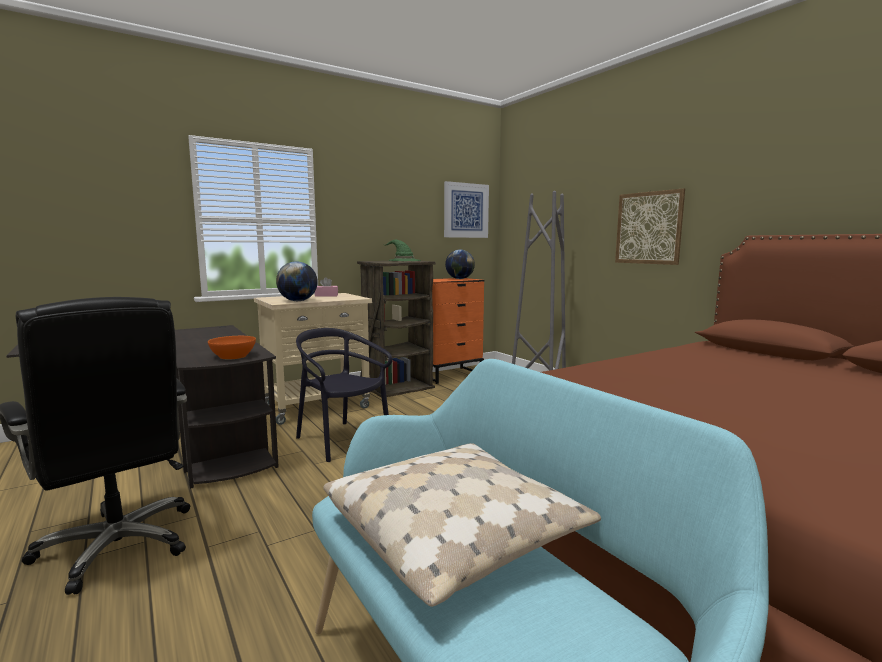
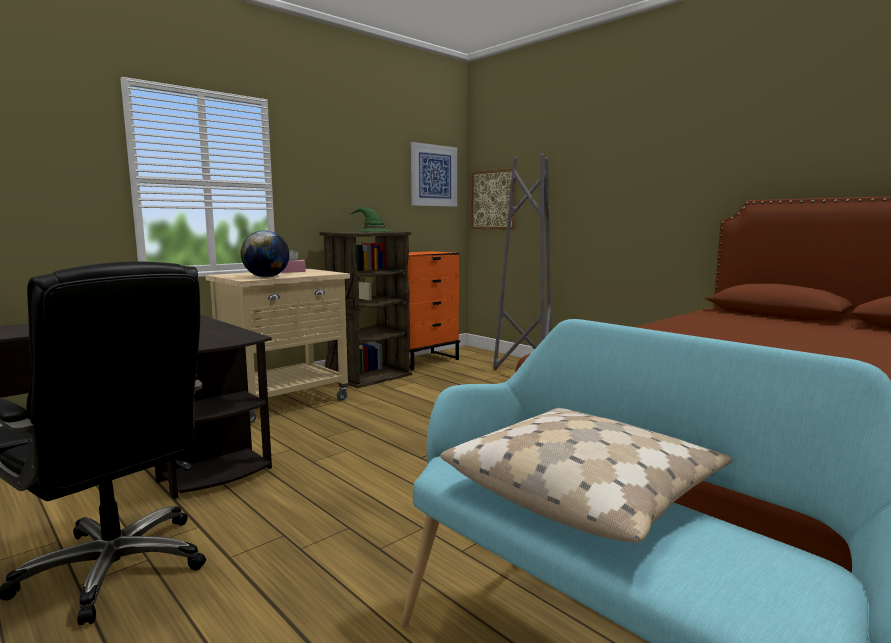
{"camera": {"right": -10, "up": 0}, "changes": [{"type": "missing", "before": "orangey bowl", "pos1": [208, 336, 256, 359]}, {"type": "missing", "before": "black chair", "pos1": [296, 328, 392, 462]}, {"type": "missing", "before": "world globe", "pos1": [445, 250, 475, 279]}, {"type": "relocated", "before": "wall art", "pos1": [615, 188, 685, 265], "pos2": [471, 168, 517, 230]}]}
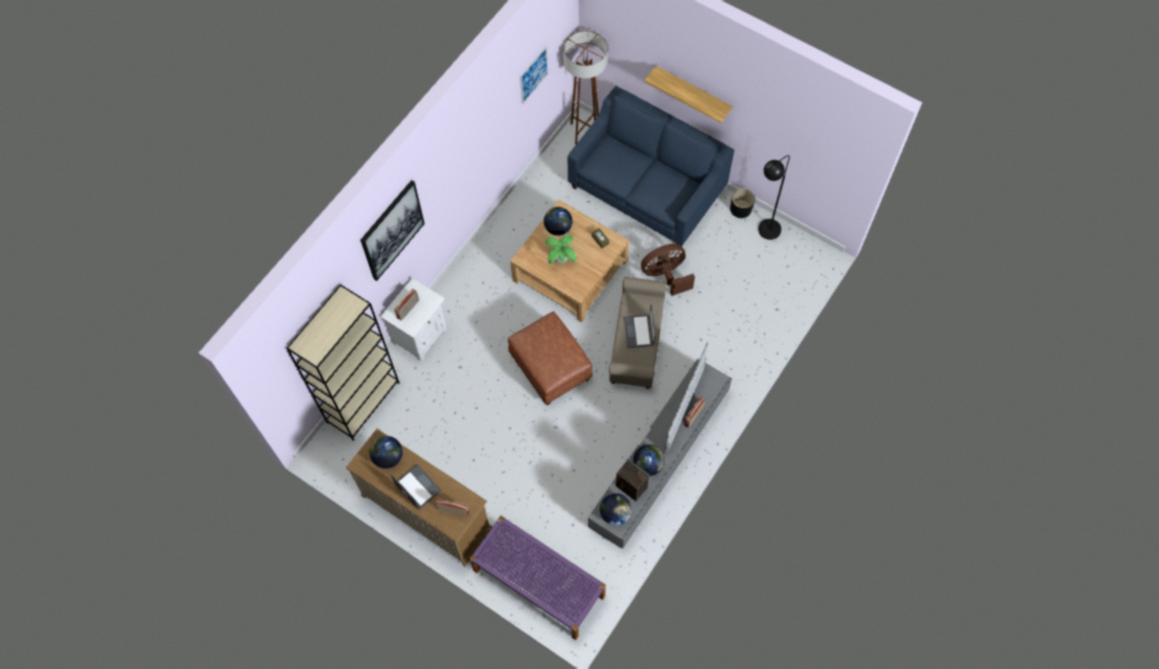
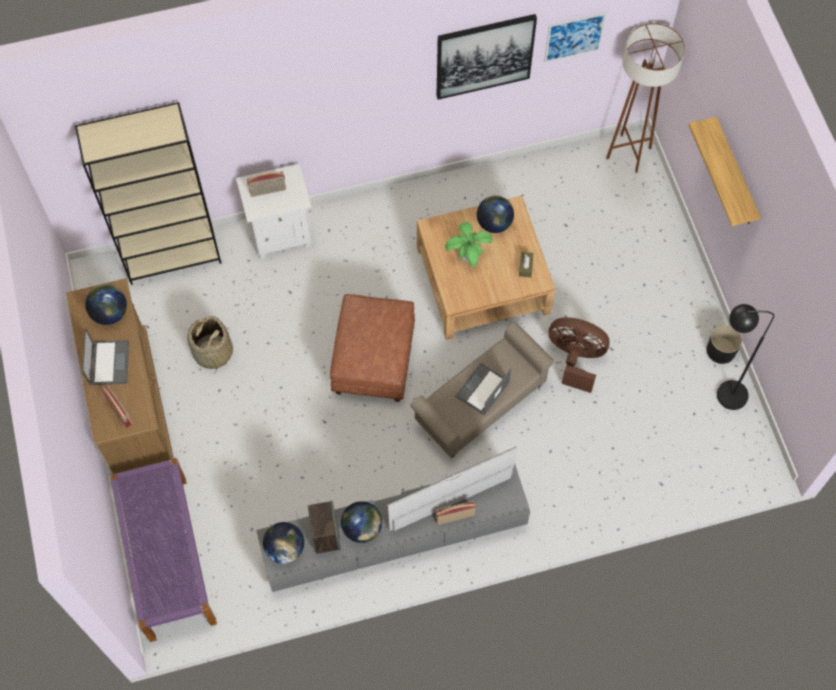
{"camera": {"right": 40, "up": 0}, "changes": [{"type": "missing", "before": "bluish settee", "pos1": [568, 86, 734, 246]}, {"type": "appeared", "after": "basket", "pos2": [187, 316, 233, 372]}, {"type": "relocated", "before": "wall art", "pos1": [360, 180, 425, 281], "pos2": [437, 14, 537, 100]}]}
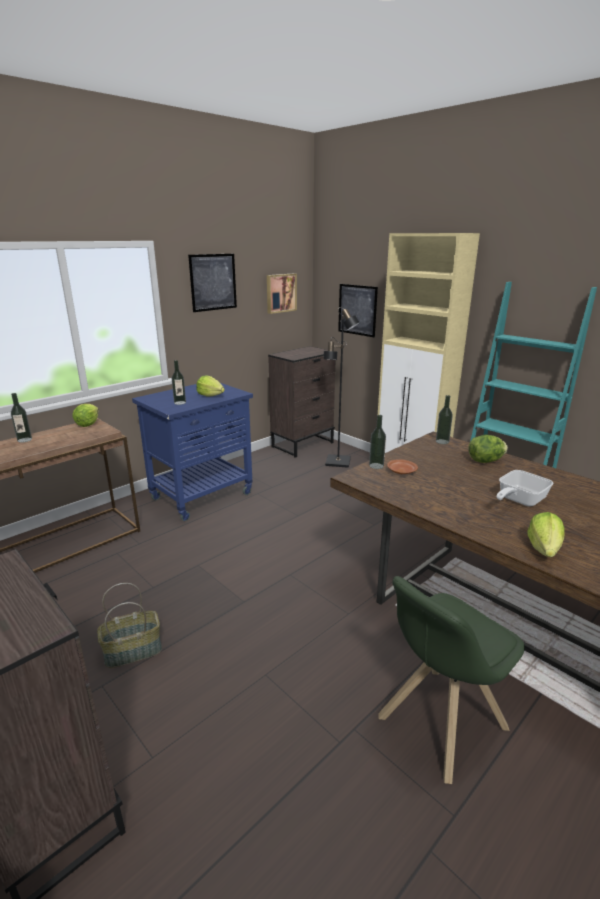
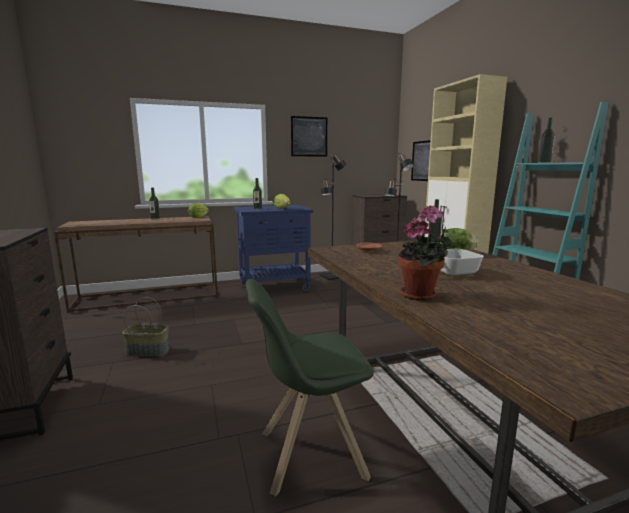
{"camera": {"right": 25, "up": -10}, "changes": [{"type": "missing", "before": "wall art", "pos1": [267, 273, 297, 314]}, {"type": "appeared", "after": "black standard lamp", "pos2": [320, 154, 346, 280]}, {"type": "relocated", "before": "bottle", "pos1": [369, 415, 386, 469], "pos2": [538, 117, 555, 163]}, {"type": "exchanged", "before": "lettuce", "after": "potted plant", "pos1": [527, 512, 565, 557], "pos2": [398, 205, 454, 301]}]}
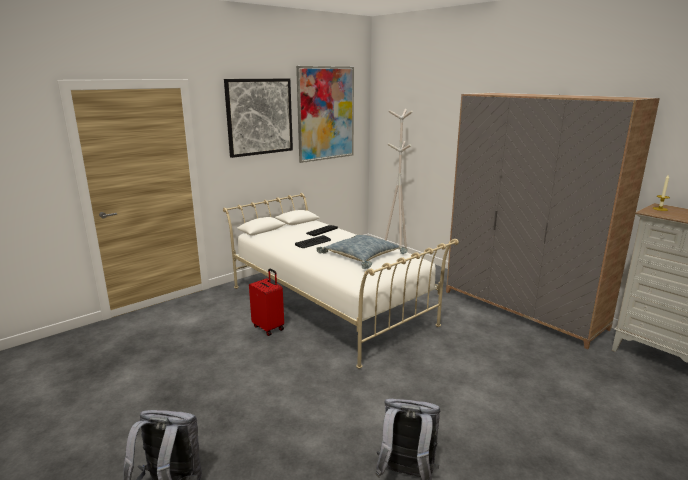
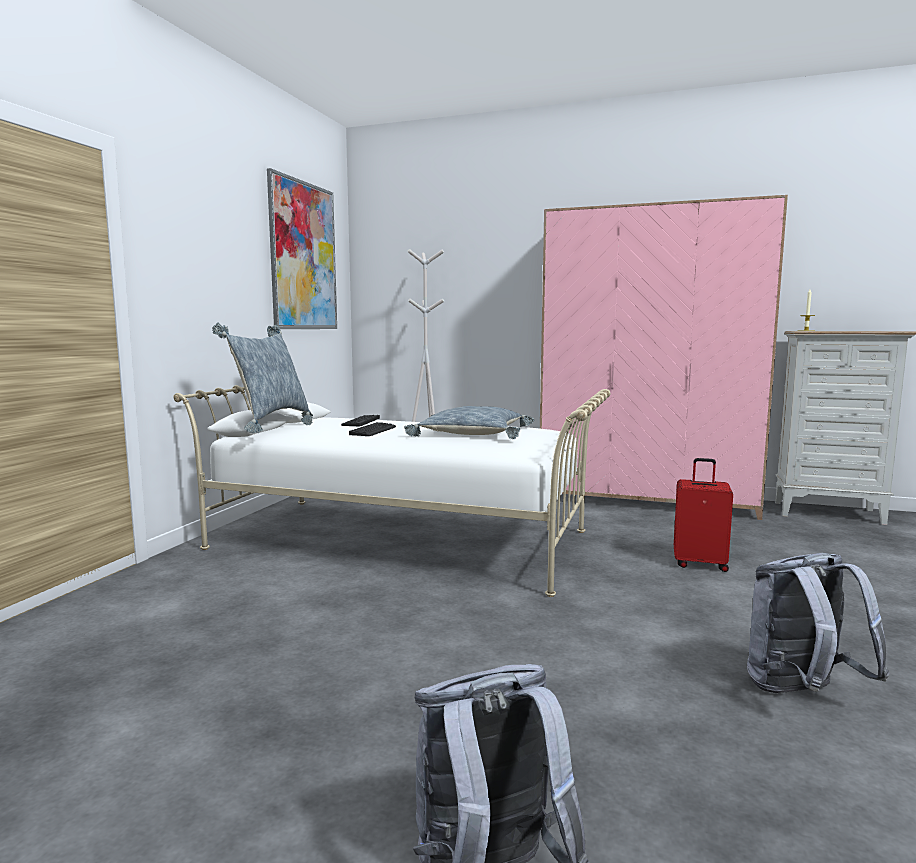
{"camera": {"right": -30, "up": -10}, "changes": [{"type": "missing", "before": "wall art", "pos1": [224, 79, 293, 158]}, {"type": "appeared", "after": "pillow", "pos2": [212, 323, 313, 433]}, {"type": "relocated", "before": "red piece of luggage", "pos1": [249, 269, 284, 336], "pos2": [674, 458, 733, 572]}, {"type": "colour", "before": "greyish clothes cupboard", "after": "pink-coloured clothes cupboard", "pos1": [446, 93, 660, 350], "pos2": [540, 195, 788, 520]}]}
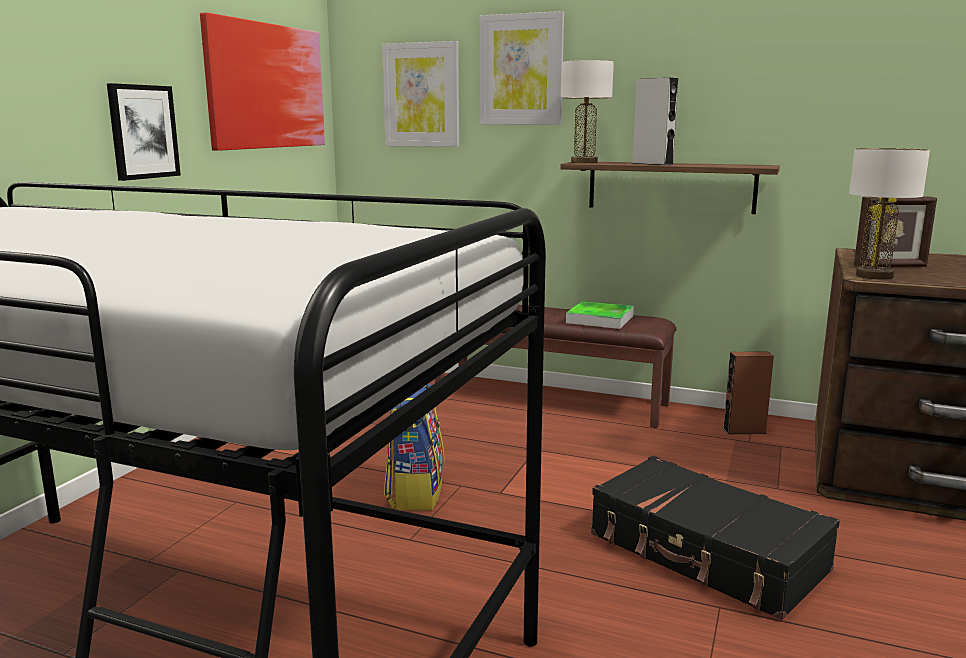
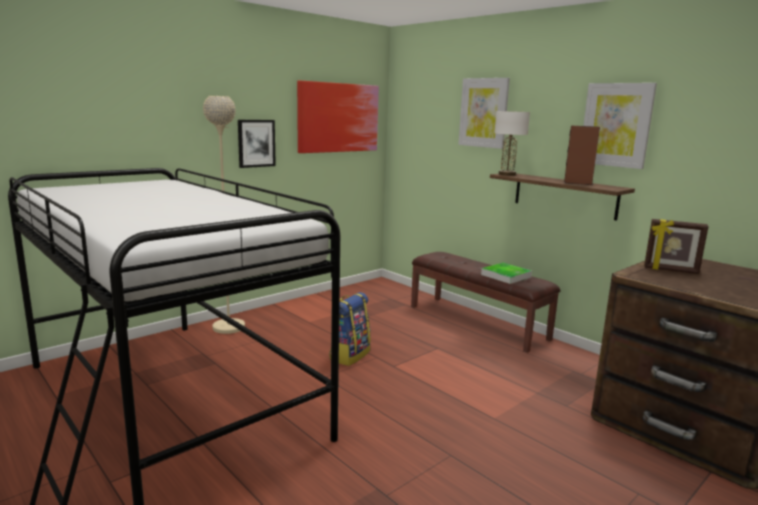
{"camera": {"right": 25, "up": 0}, "changes": [{"type": "missing", "before": "black piece of luggage", "pos1": [591, 456, 840, 620]}, {"type": "missing", "before": "greyish loudspeaker", "pos1": [632, 78, 678, 165]}, {"type": "missing", "before": "table lamp", "pos1": [849, 148, 930, 280]}, {"type": "appeared", "after": "beige standard lamp", "pos2": [203, 96, 245, 334]}, {"type": "relocated", "before": "wall art", "pos1": [382, 41, 459, 147], "pos2": [583, 83, 657, 169]}, {"type": "relocated", "before": "brown-coloured loudspeaker", "pos1": [723, 351, 774, 434], "pos2": [564, 126, 600, 185]}]}
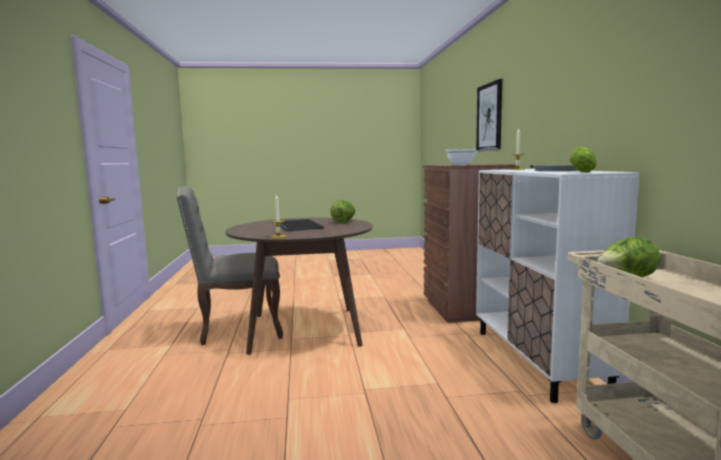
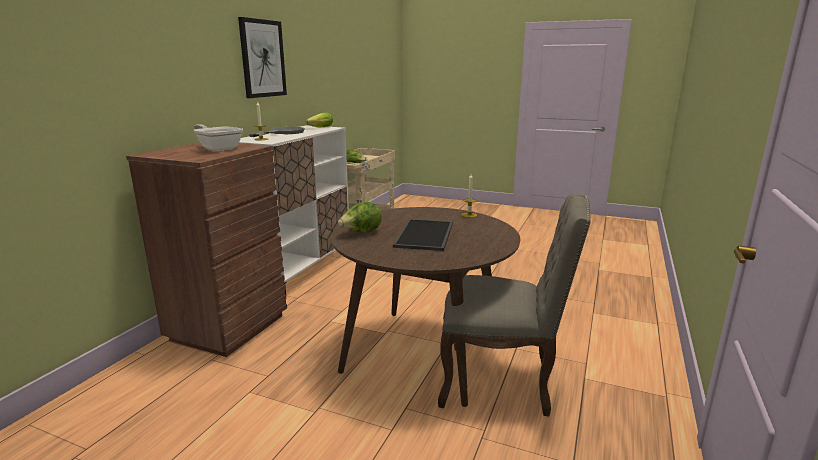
{"camera": {"right": -150, "up": 10}, "changes": [{"type": "relocated", "before": "wall art", "pos1": [476, 79, 502, 151], "pos2": [238, 17, 287, 98]}]}
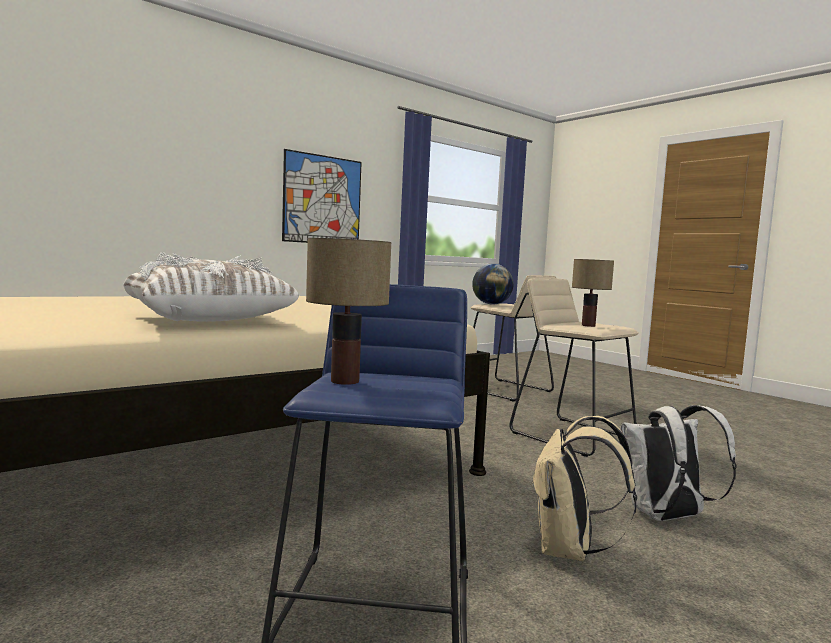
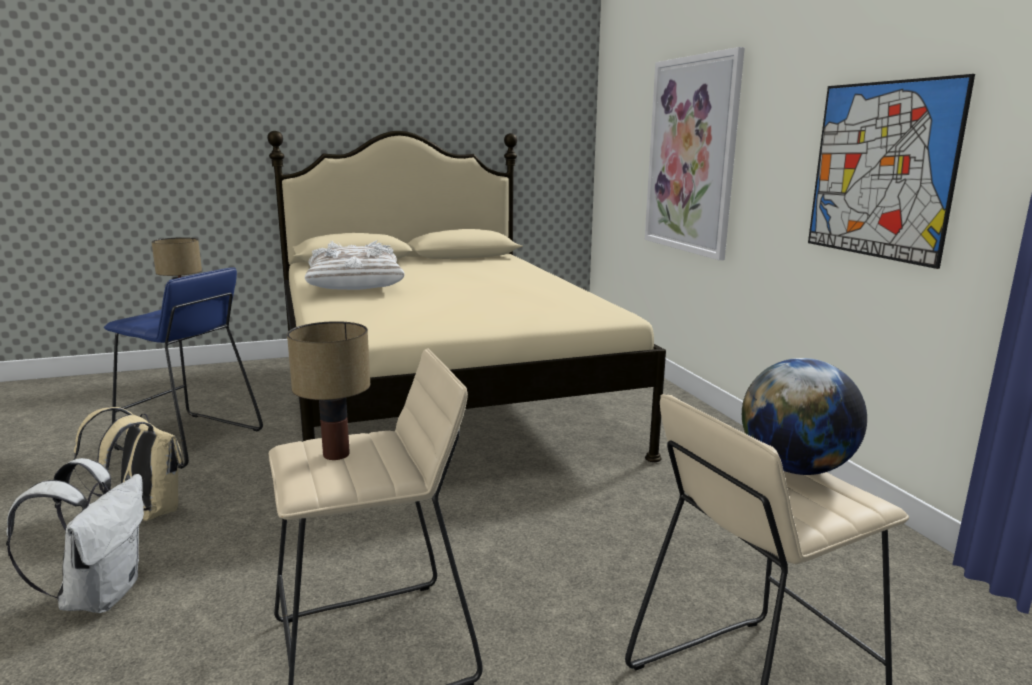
{"camera": {"right": 110, "up": 10}, "changes": [{"type": "appeared", "after": "wall art", "pos2": [645, 47, 745, 260]}]}
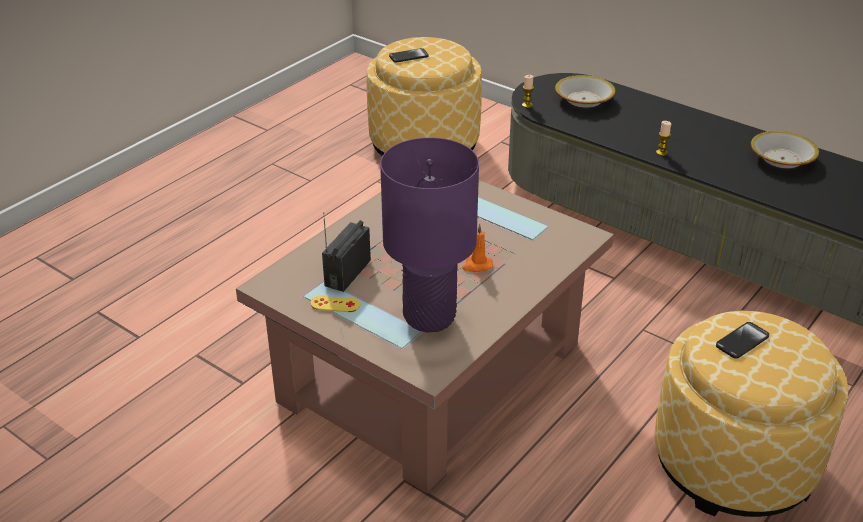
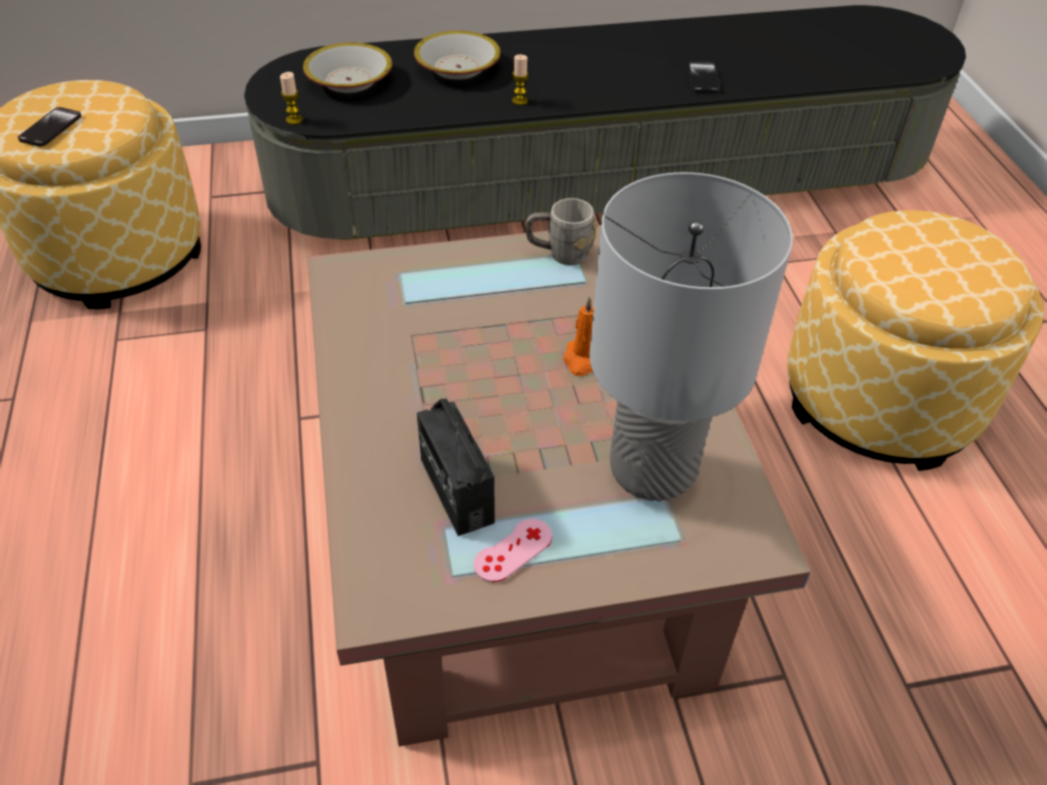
{"camera": {"right": -50, "up": 10}, "changes": [{"type": "appeared", "after": "greyish mug", "pos2": [526, 198, 597, 265]}, {"type": "relocated", "before": "telephone", "pos1": [716, 322, 769, 359], "pos2": [688, 61, 720, 93]}, {"type": "relocated", "before": "bowl", "pos1": [751, 131, 819, 169], "pos2": [414, 31, 501, 80]}, {"type": "colour", "before": "yellow-coloured game controller", "after": "pink-coloured game controller", "pos1": [311, 295, 360, 312], "pos2": [474, 519, 552, 582]}, {"type": "colour", "before": "purple table lamp", "after": "greyish table lamp", "pos1": [380, 137, 479, 332], "pos2": [590, 172, 793, 501]}]}
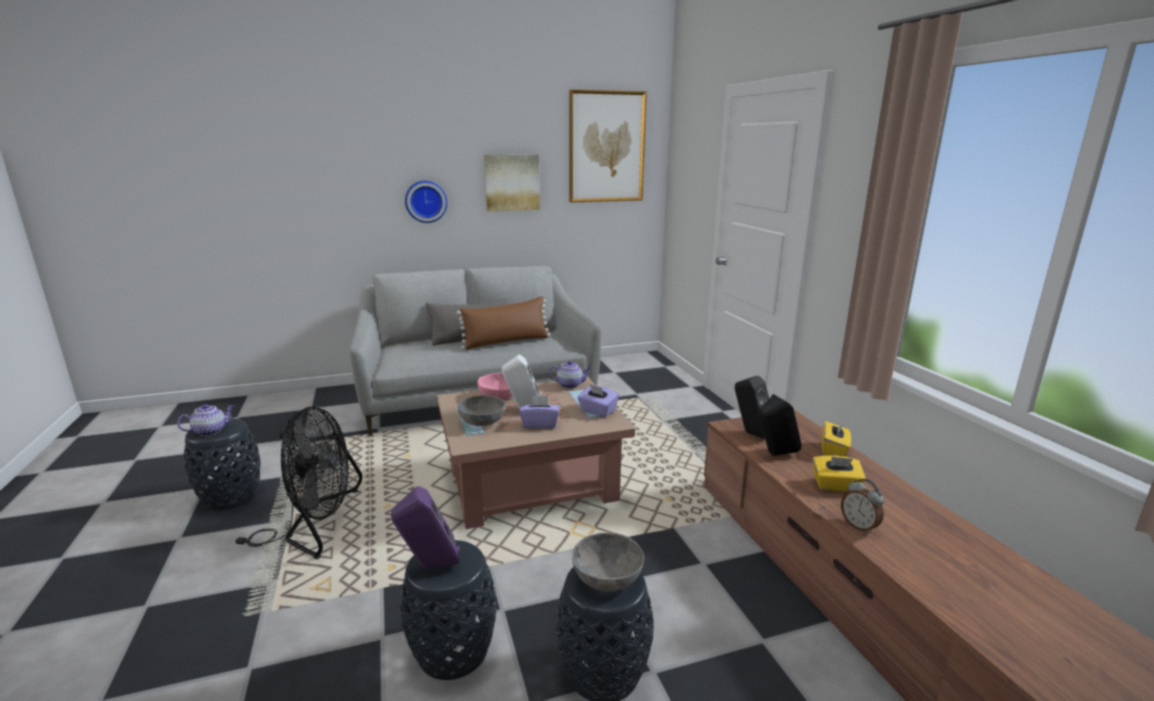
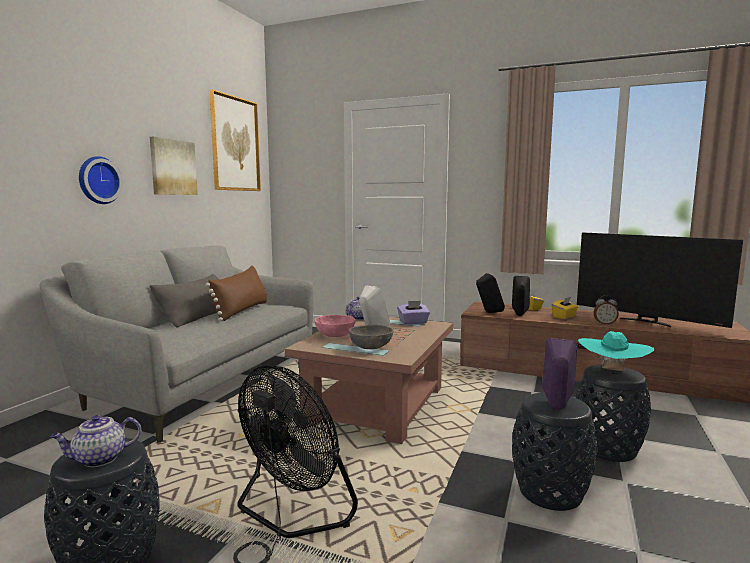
{"camera": {"right": -50, "up": -10}, "changes": [{"type": "missing", "before": "purple tissue box", "pos1": [519, 396, 559, 429]}, {"type": "appeared", "after": "TV set", "pos2": [577, 233, 743, 328]}, {"type": "exchanged", "before": "greyish bowl", "after": "turquoise-coloured wearable hat", "pos1": [572, 533, 644, 592], "pos2": [578, 331, 655, 371]}, {"type": "spun", "before": "teapot", "pos1": [177, 404, 234, 436], "pos2": [50, 415, 141, 467], "turn": -120}]}
